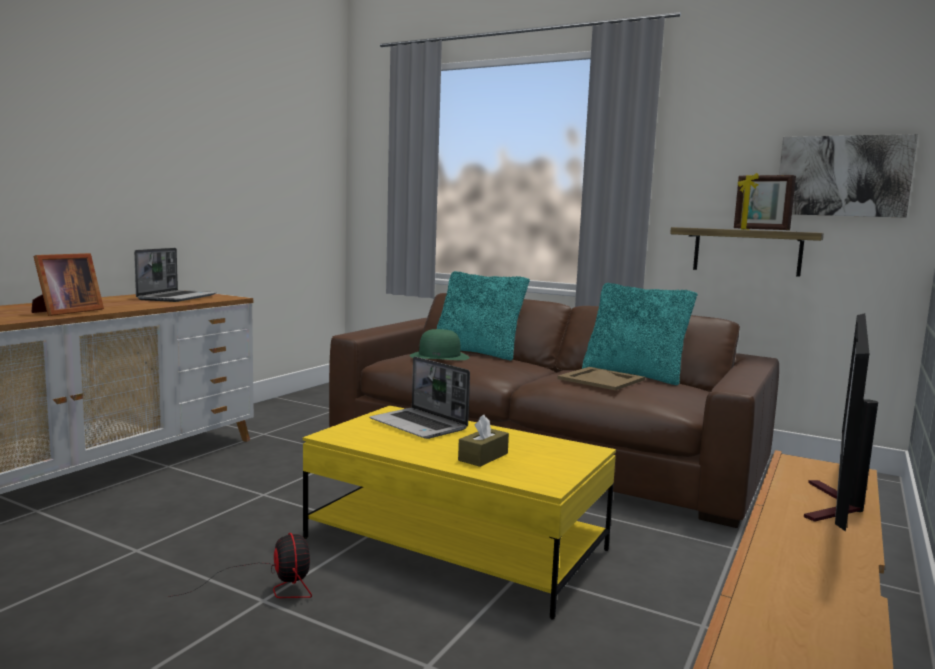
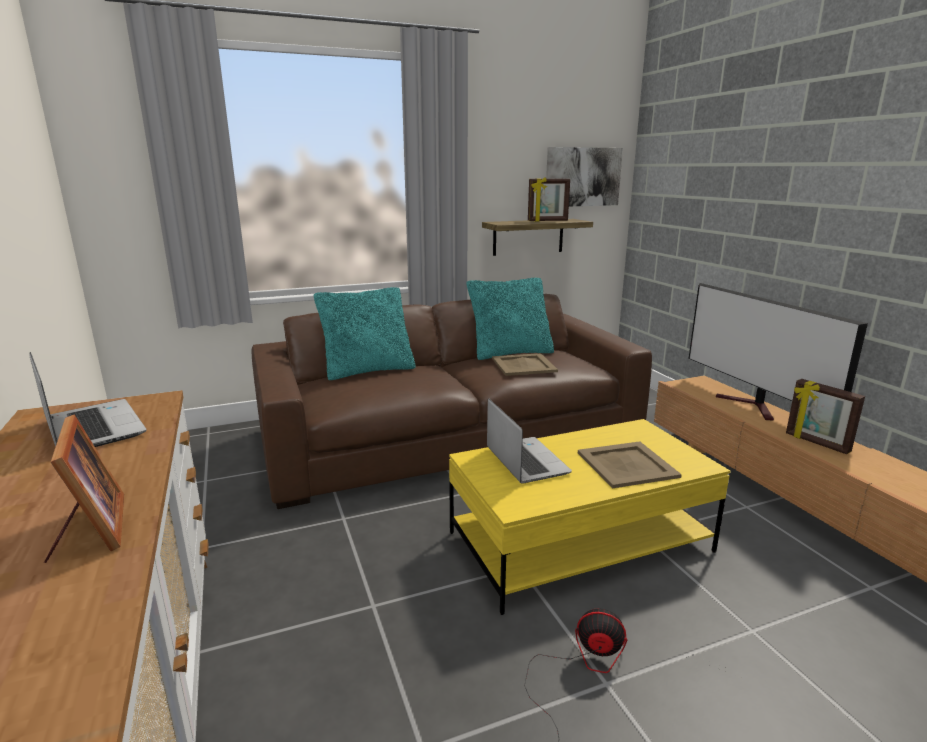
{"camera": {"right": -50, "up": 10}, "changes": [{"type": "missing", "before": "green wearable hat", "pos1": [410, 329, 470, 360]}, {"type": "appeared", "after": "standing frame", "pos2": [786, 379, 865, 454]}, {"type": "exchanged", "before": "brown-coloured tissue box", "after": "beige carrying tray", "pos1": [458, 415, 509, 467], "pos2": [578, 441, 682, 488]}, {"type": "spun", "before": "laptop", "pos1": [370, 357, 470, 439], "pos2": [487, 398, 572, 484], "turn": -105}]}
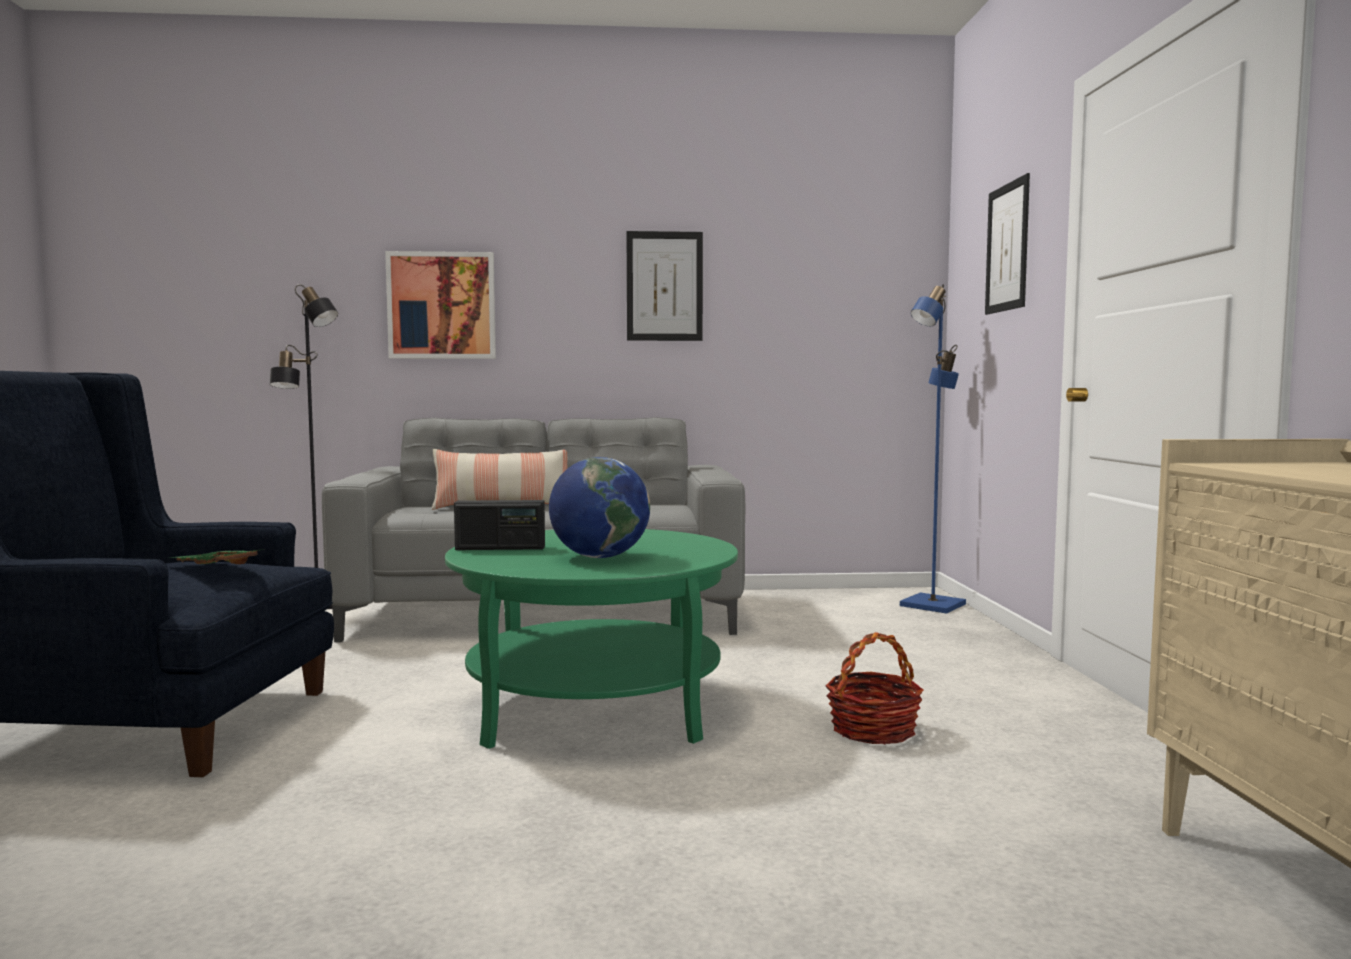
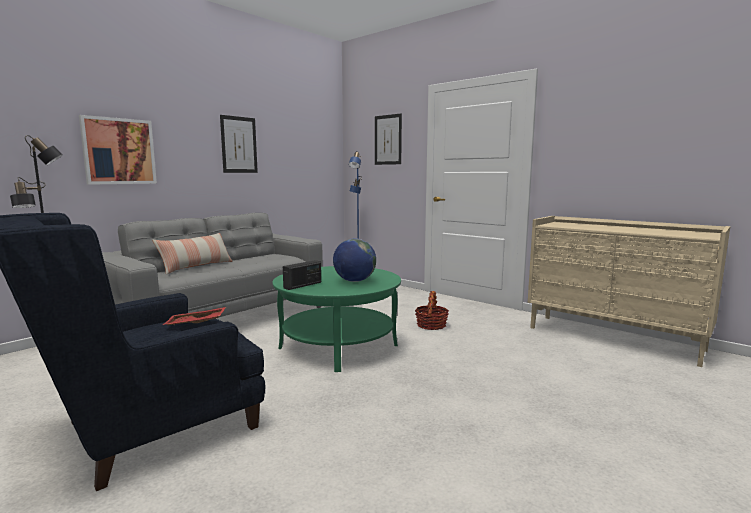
{"camera": {"right": -45, "up": 5}, "changes": [{"type": "colour", "before": "green carrying tray", "after": "red carrying tray", "pos1": [172, 549, 264, 564], "pos2": [162, 307, 226, 325]}]}
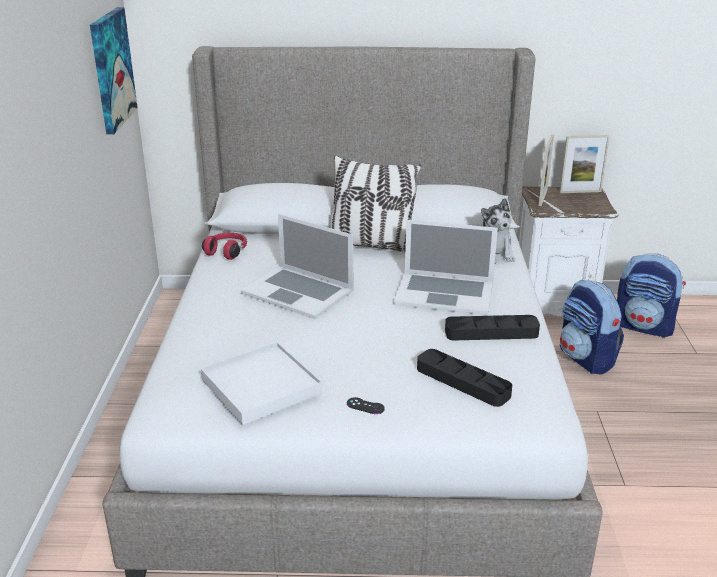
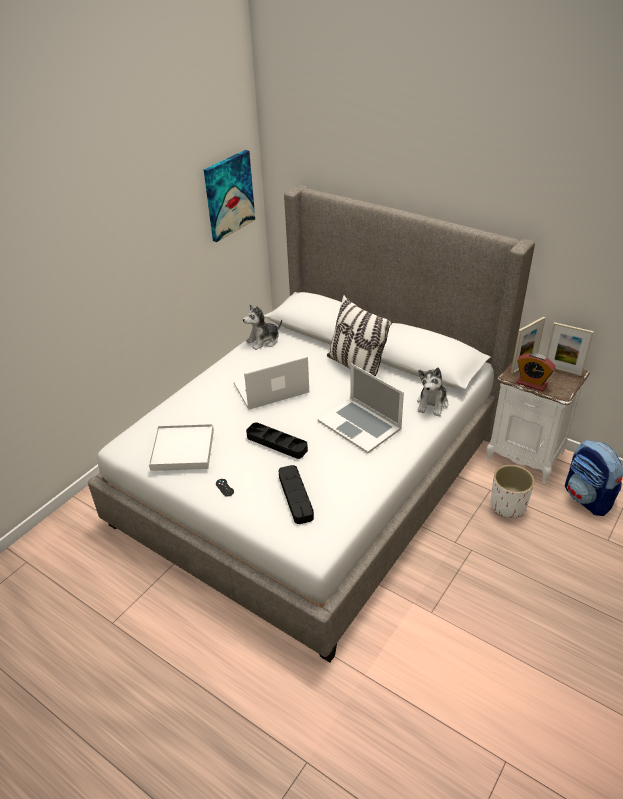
{"camera": {"right": 35, "up": 10}, "changes": [{"type": "appeared", "after": "bedside clock", "pos2": [516, 353, 556, 392]}, {"type": "relocated", "before": "black carrying tray", "pos1": [445, 315, 540, 340], "pos2": [246, 423, 308, 459]}, {"type": "exchanged", "before": "red pair of headphones", "after": "soft toy", "pos1": [202, 232, 247, 260], "pos2": [243, 304, 282, 350]}, {"type": "exchanged", "before": "backpack", "after": "white-coloured plant pot", "pos1": [560, 280, 624, 375], "pos2": [491, 465, 535, 518]}, {"type": "spun", "before": "laptop", "pos1": [241, 214, 353, 319], "pos2": [234, 356, 309, 410], "turn": 90}]}
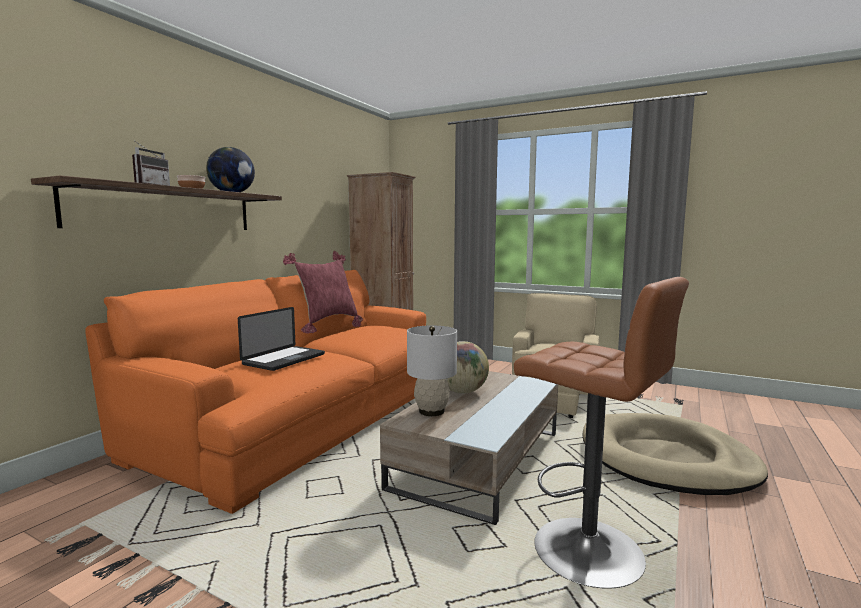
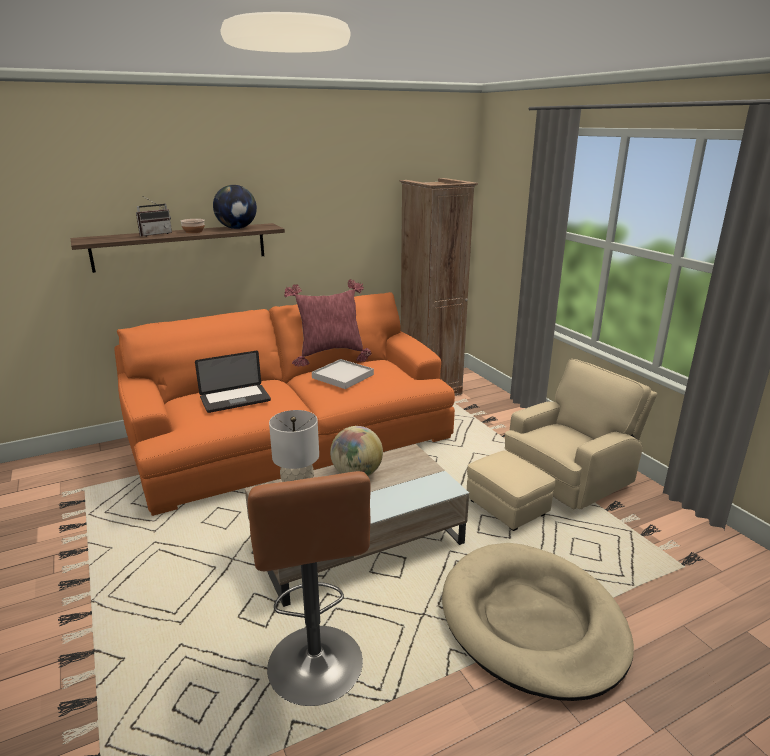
{"camera": {"right": 35, "up": 15}, "changes": [{"type": "appeared", "after": "white-coloured carrying tray", "pos2": [312, 359, 374, 389]}]}
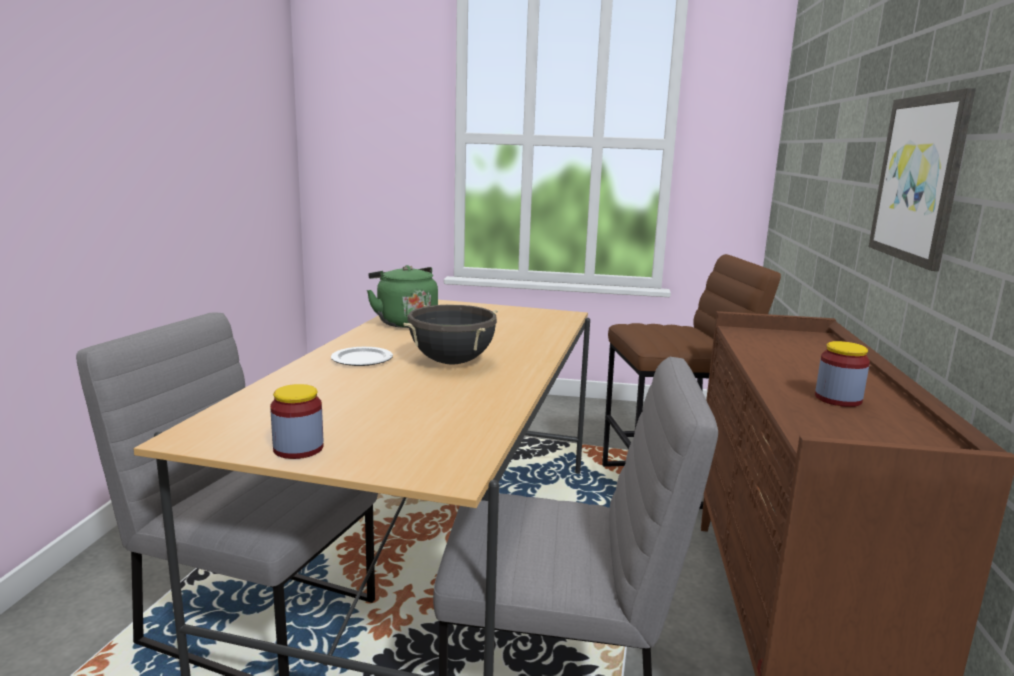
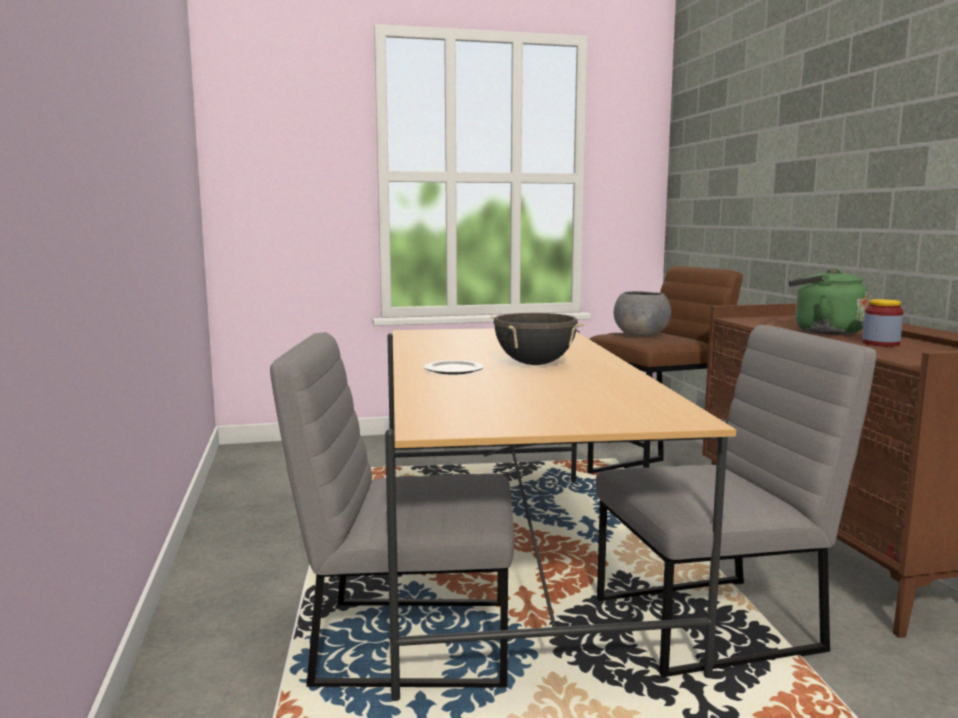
{"camera": {"right": -20, "up": -5}, "changes": [{"type": "missing", "before": "storage jar", "pos1": [270, 384, 324, 459]}, {"type": "missing", "before": "wall art", "pos1": [869, 88, 976, 271]}, {"type": "appeared", "after": "greyish bowl", "pos2": [614, 291, 671, 337]}, {"type": "relocated", "before": "green water kettle", "pos1": [367, 265, 438, 328], "pos2": [789, 268, 868, 335]}]}
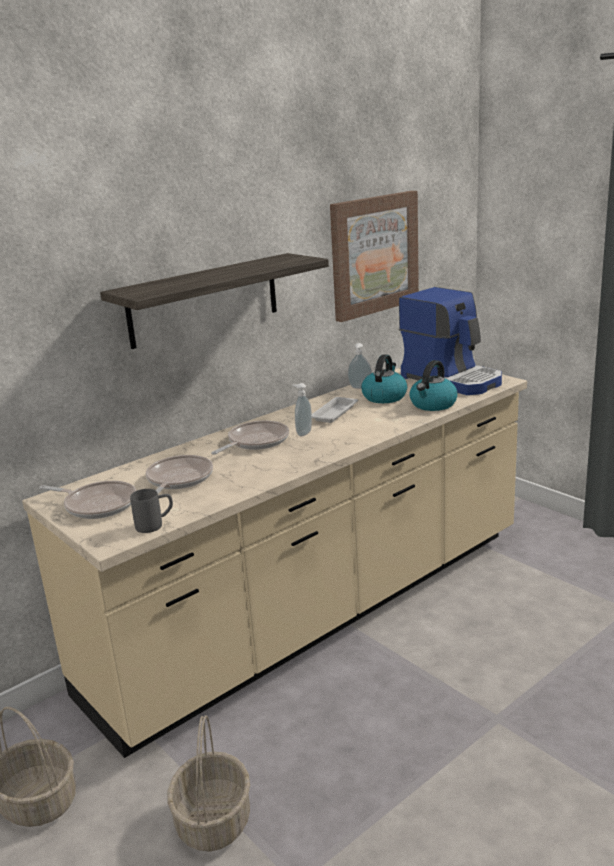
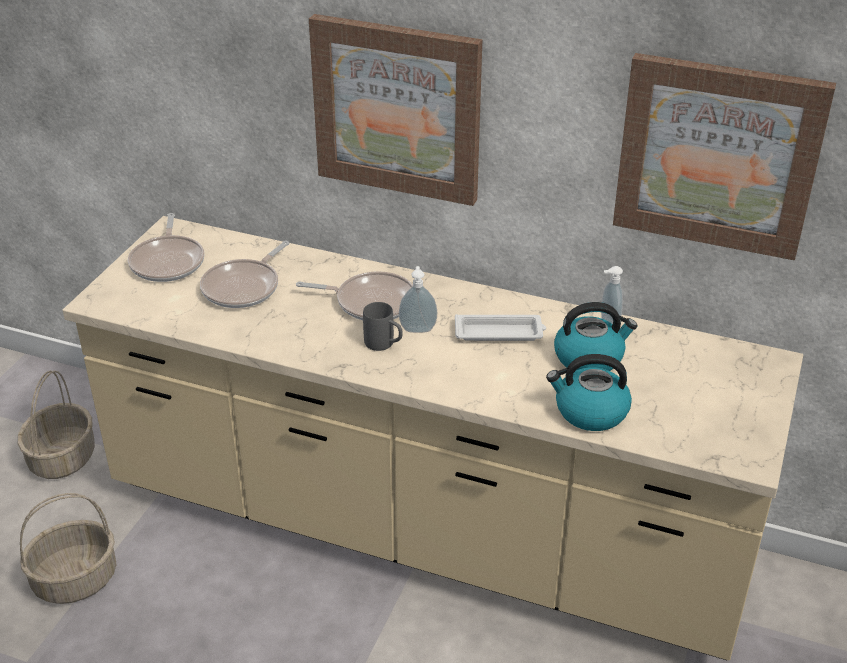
{"camera": {"right": 60, "up": 15}, "changes": [{"type": "missing", "before": "coffee machine", "pos1": [399, 287, 502, 395]}, {"type": "relocated", "before": "greyish mug", "pos1": [130, 489, 173, 533], "pos2": [363, 302, 403, 351]}, {"type": "exchanged", "before": "bracket shelf", "after": "wall art", "pos1": [100, 253, 329, 349], "pos2": [309, 14, 482, 206]}, {"type": "spun", "before": "skillet", "pos1": [146, 455, 213, 494], "pos2": [200, 241, 290, 308], "turn": 135}]}
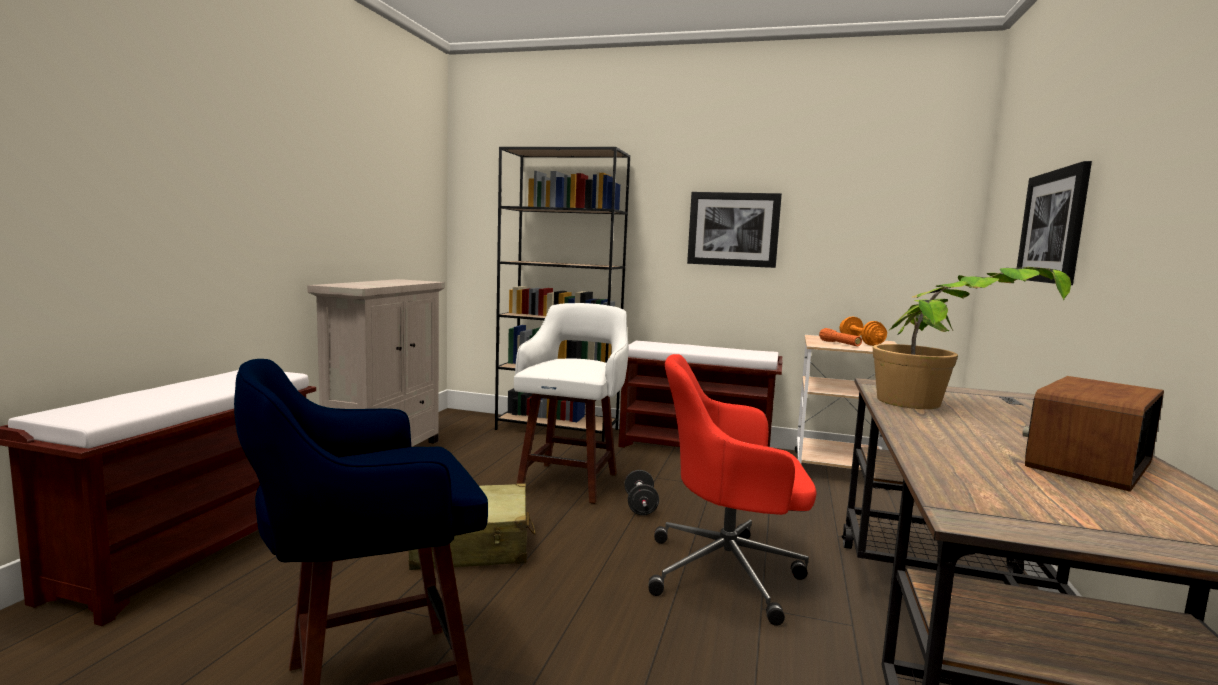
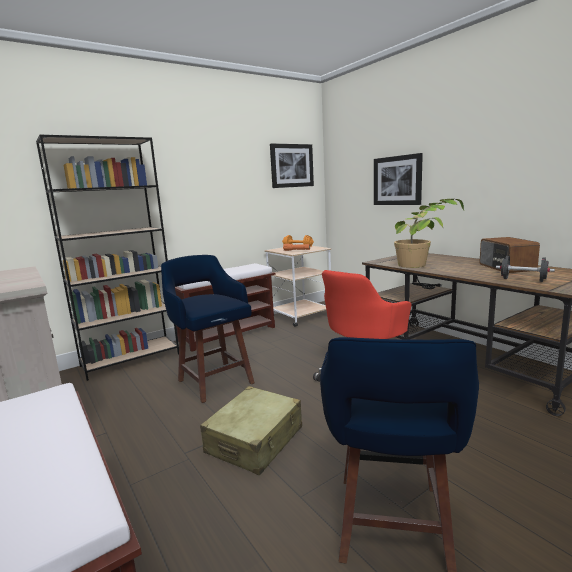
{"camera": {"right": -50, "up": 5}, "changes": [{"type": "relocated", "before": "black free weight", "pos1": [624, 470, 659, 515], "pos2": [496, 256, 555, 282]}, {"type": "relocated", "before": "wall art", "pos1": [687, 192, 782, 268], "pos2": [270, 143, 314, 188]}, {"type": "colour", "before": "white-coloured stool", "after": "bluish stool", "pos1": [514, 303, 629, 504], "pos2": [161, 255, 255, 403]}]}
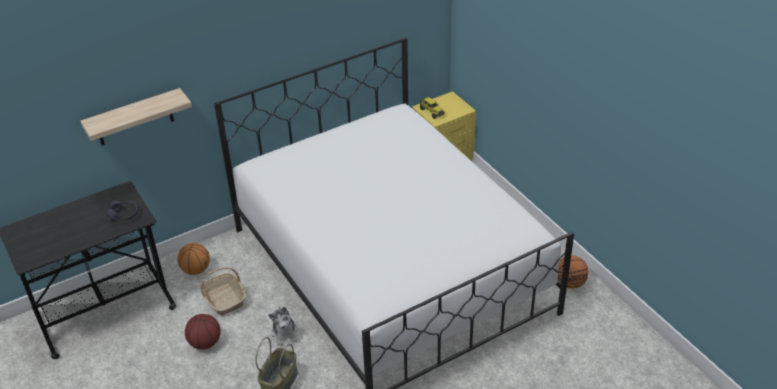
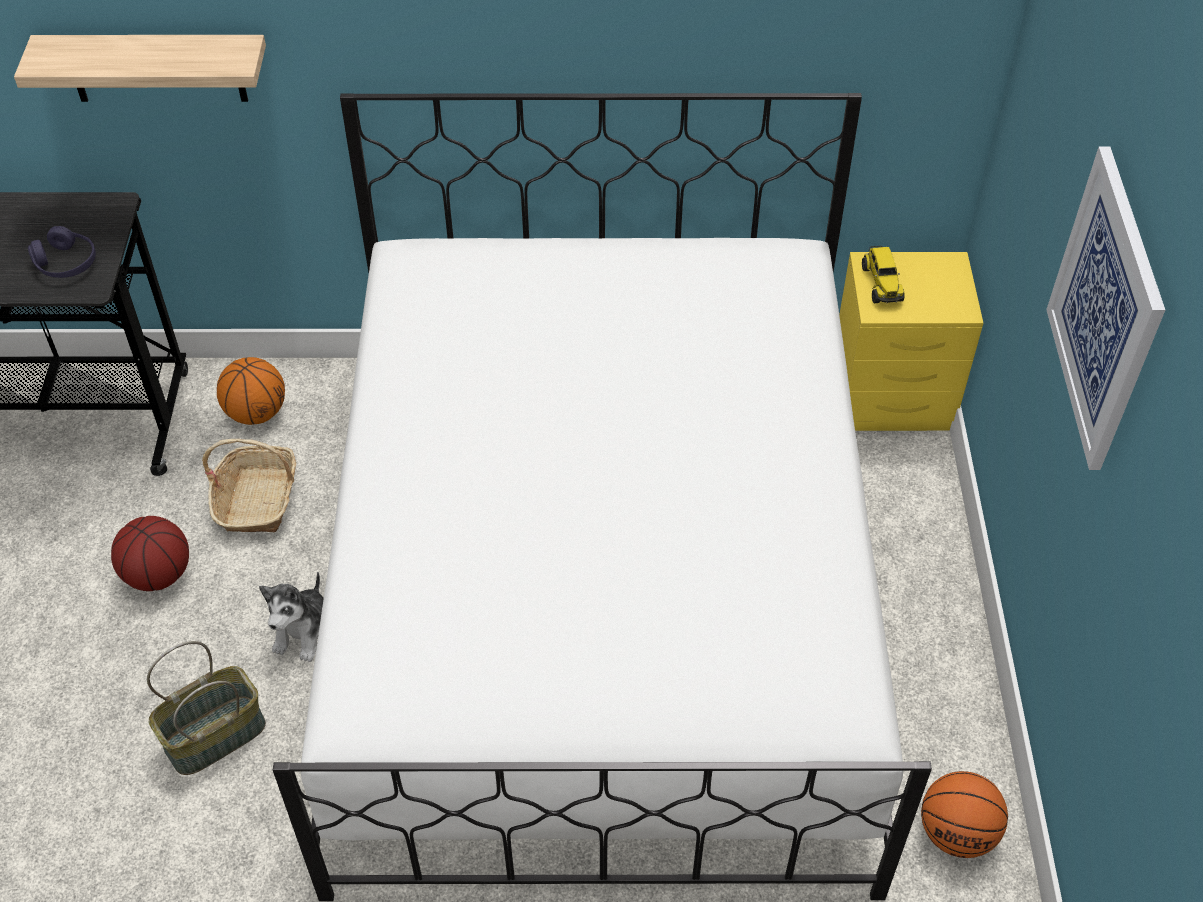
{"camera": {"right": 30, "up": 10}, "changes": [{"type": "appeared", "after": "wall art", "pos2": [1046, 147, 1165, 470]}]}
